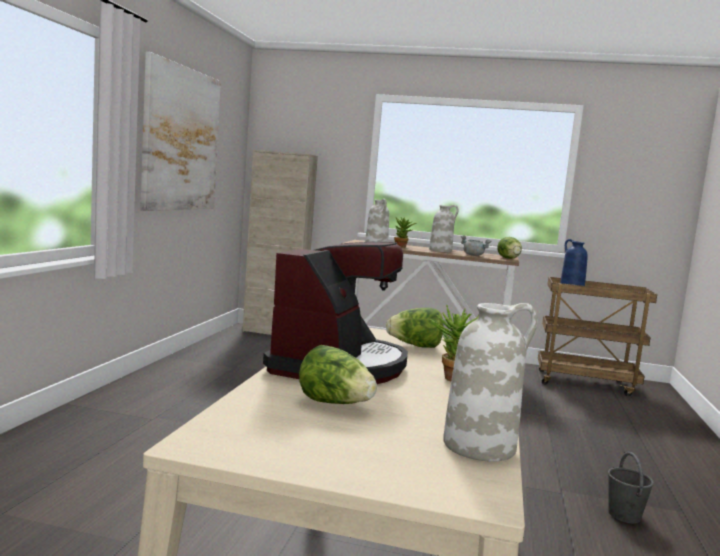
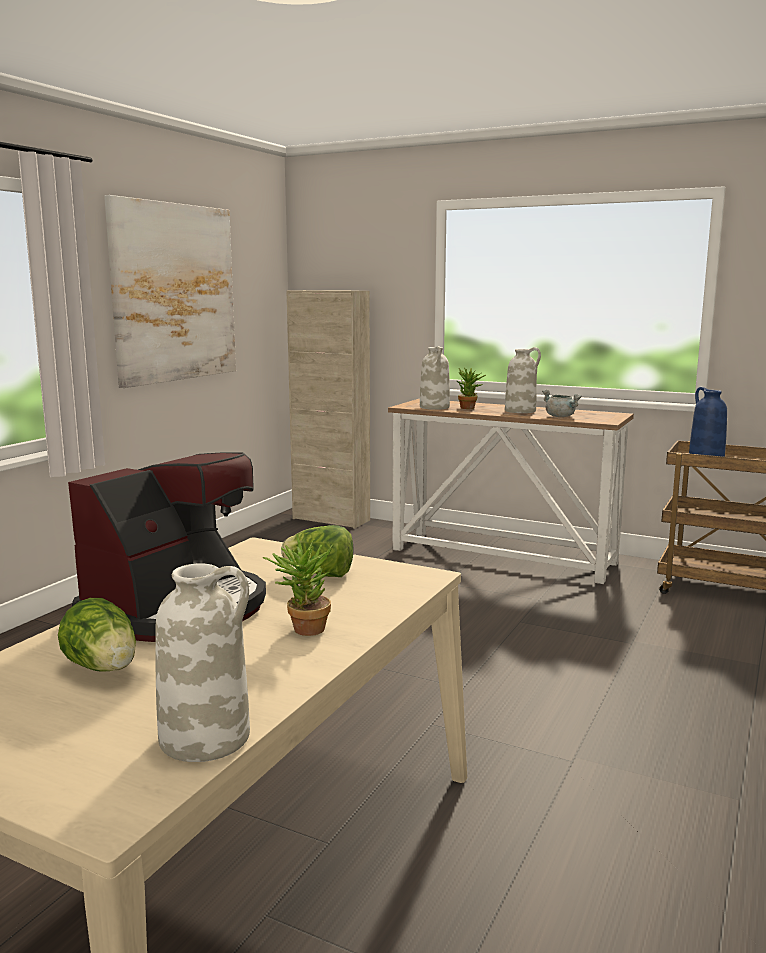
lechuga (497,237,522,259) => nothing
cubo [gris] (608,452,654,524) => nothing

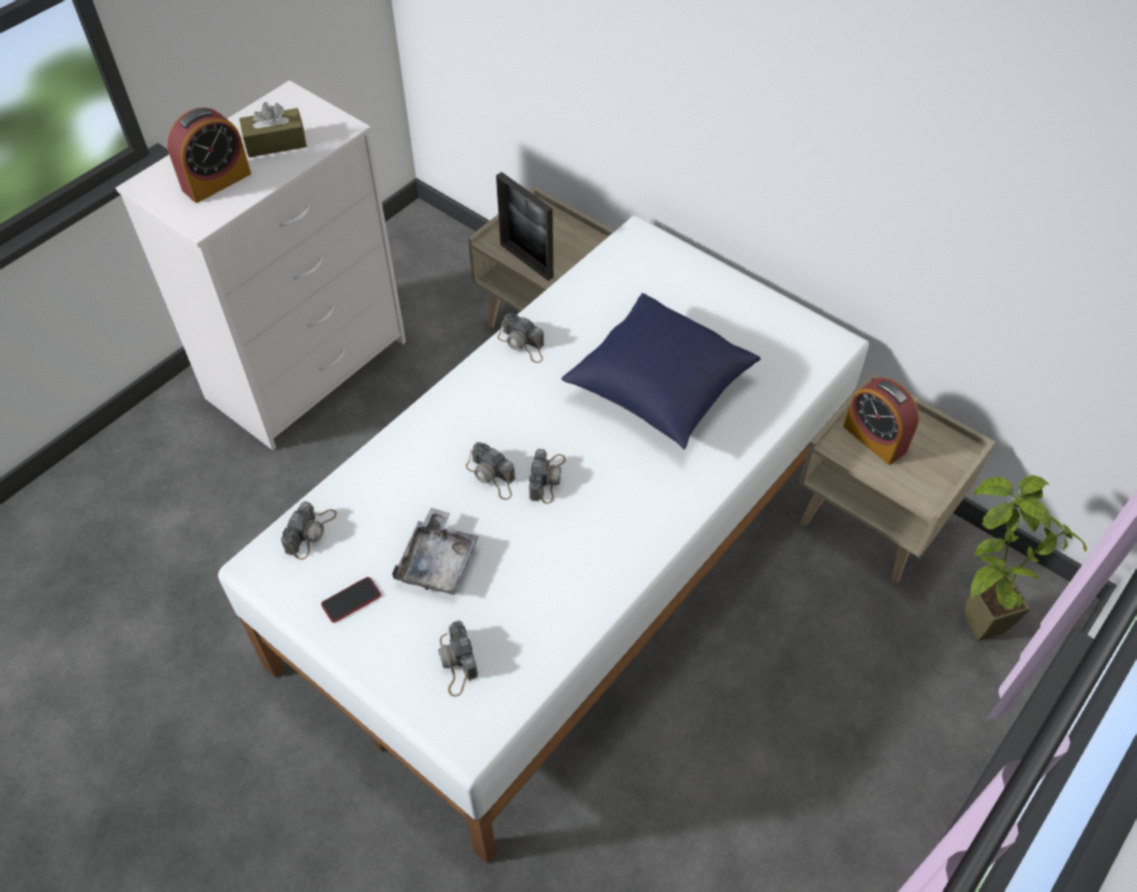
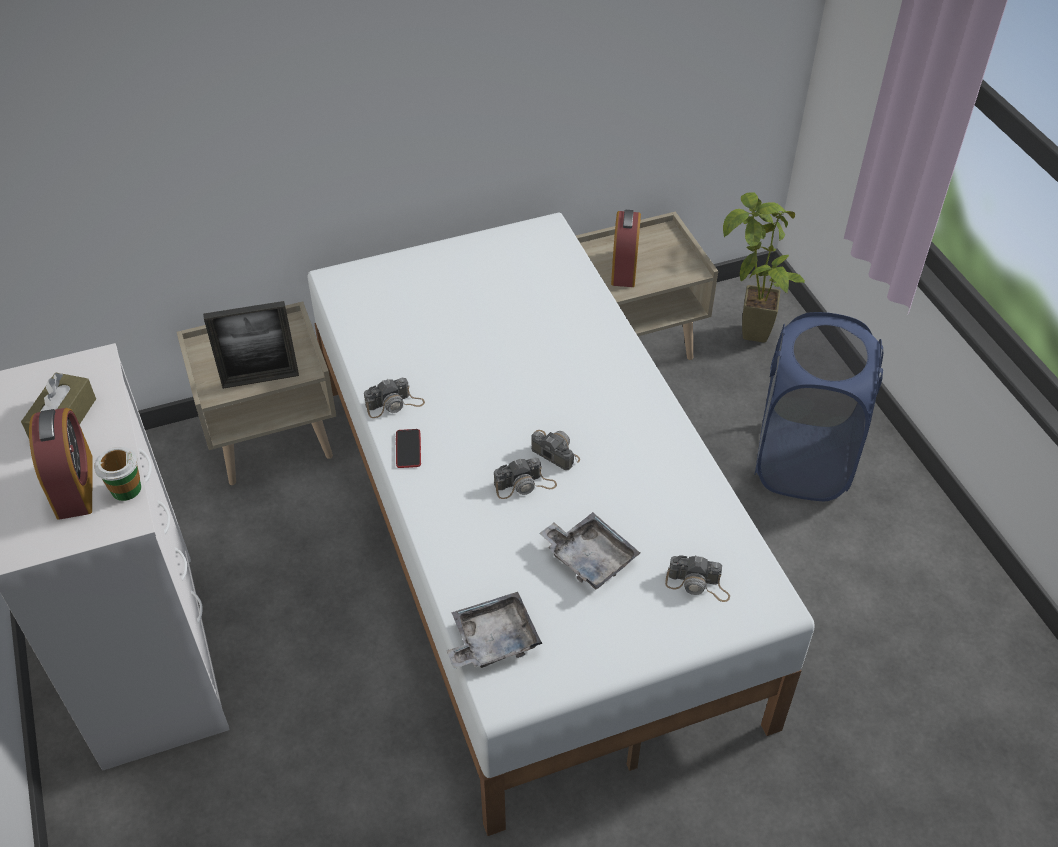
nothing => taza (94,447,141,501)
móvil (321,577,381,623) => móvil (396,429,421,468), shifted
cámara (281,501,337,560) => bandeja [gris] (447,592,542,669)
despertador (843,377,919,465) => despertador (611,210,641,287), 75 degrees counterclockwise
nothing => cesto de la ropa [azul] (755,312,883,501)
cojín [azul] (561,293,761,449) => nothing

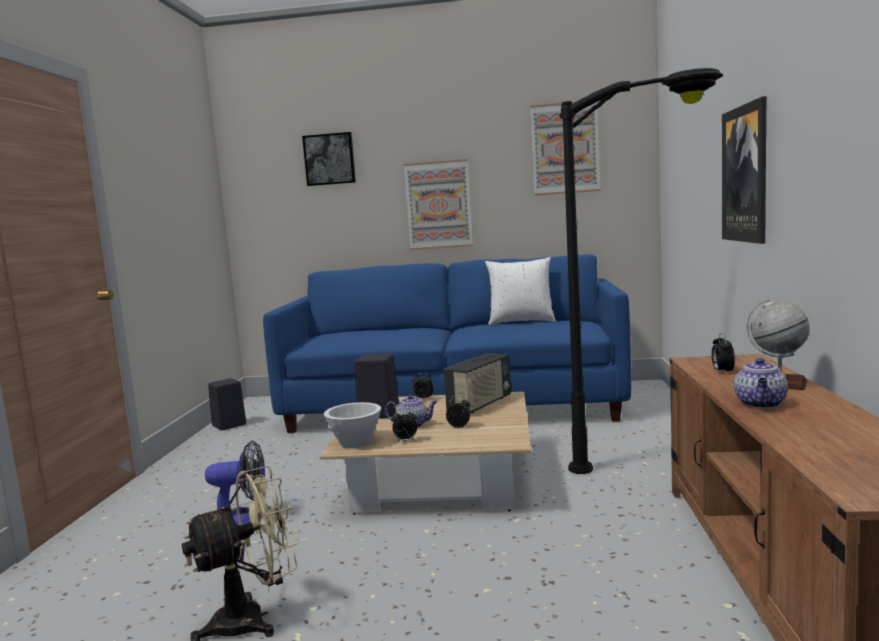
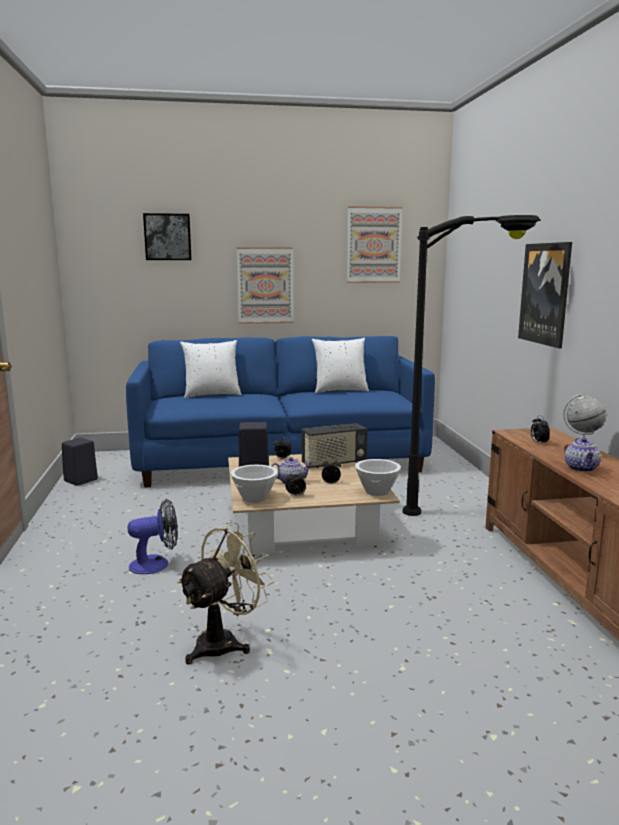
nothing => cojín [blanco] (180,340,241,398)
radio (444,353,511,413) => radio (302,423,368,468), 45 degrees clockwise
nothing => cuenco [blanco] (355,459,401,496)

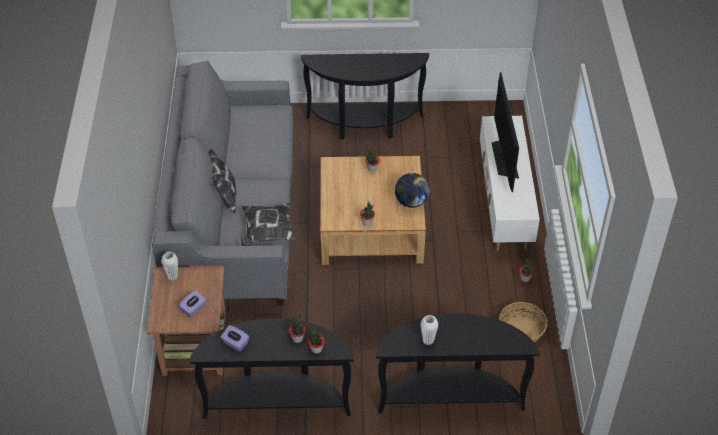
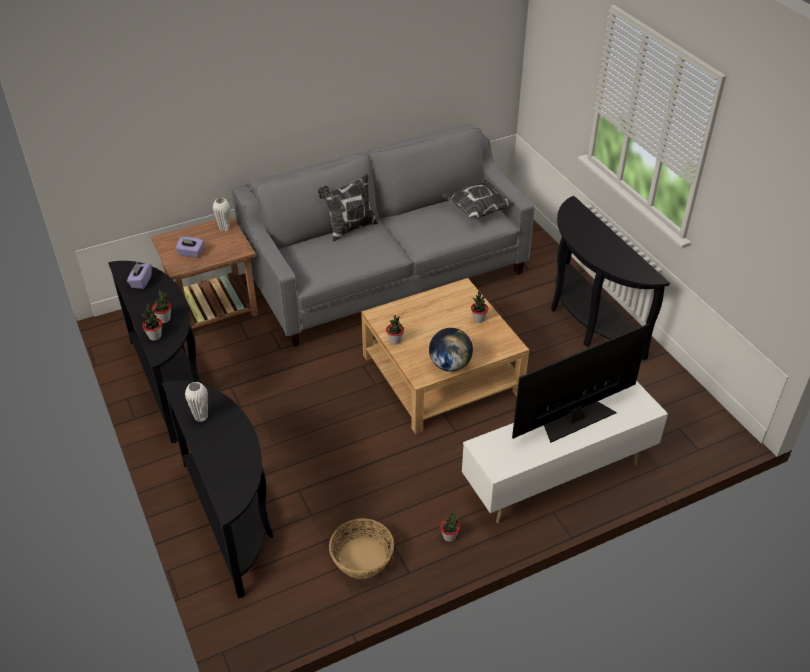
cojín (241,202,296,246) => cojín (440,180,514,221), shifted

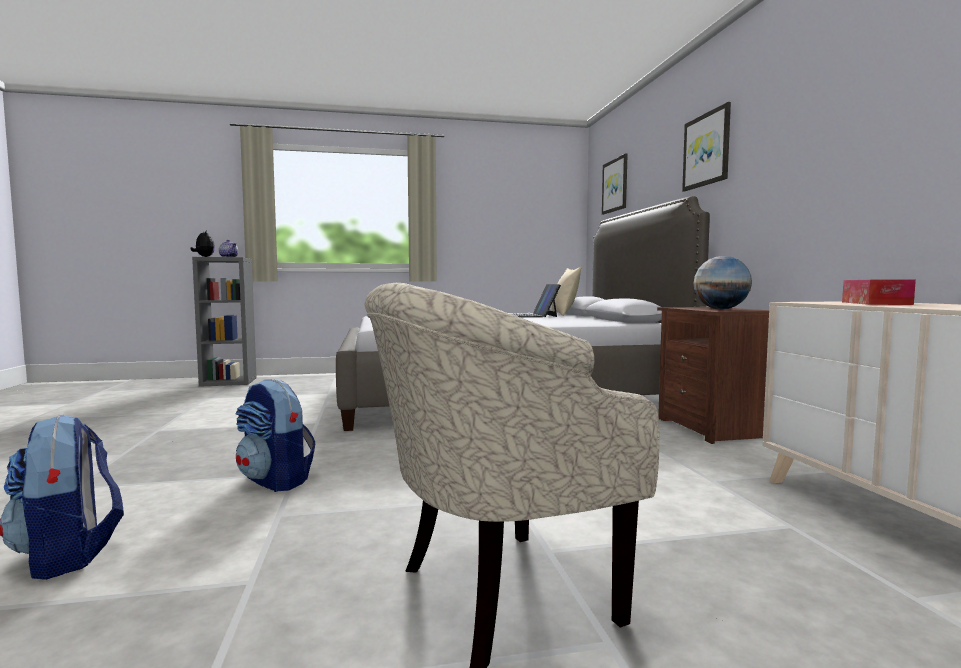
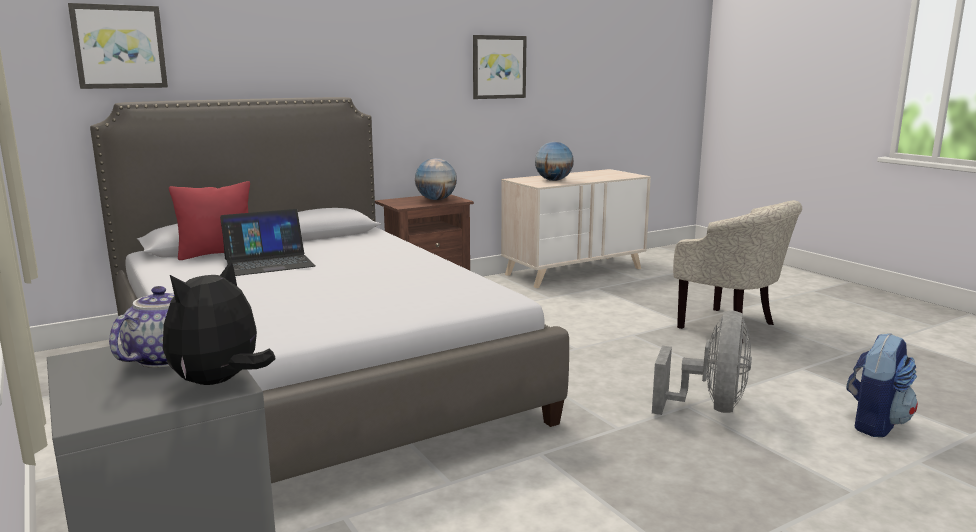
cojín [beis] (551,267,581,316) => cojín [rojo] (169,181,250,260)
cuadro (682,102,731,191) => cuadro (473,35,527,99), shifted
caja de pañuelos (842,280,916,305) => globo terráqueo (535,142,574,181)
mochila (235,379,315,492) => ventilador [gris] (652,311,752,415)

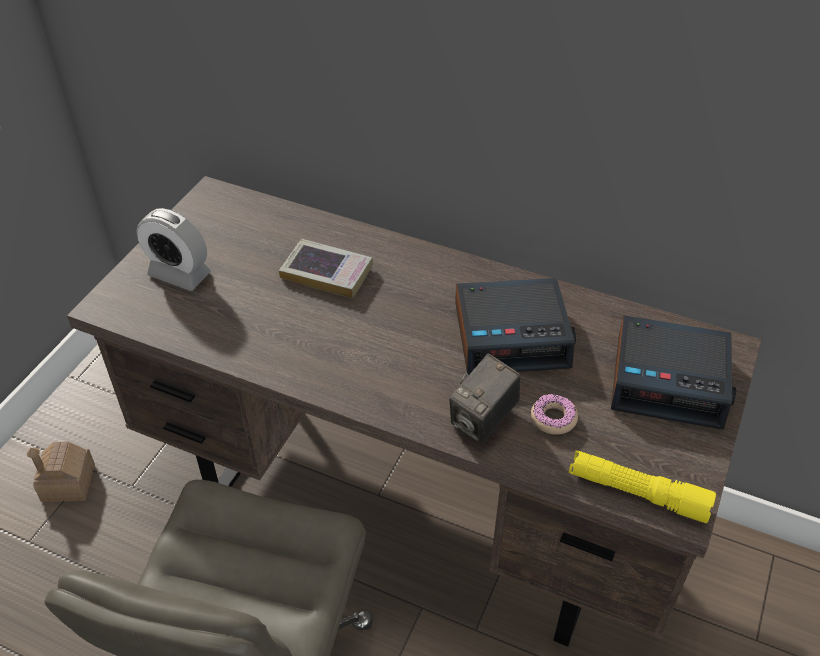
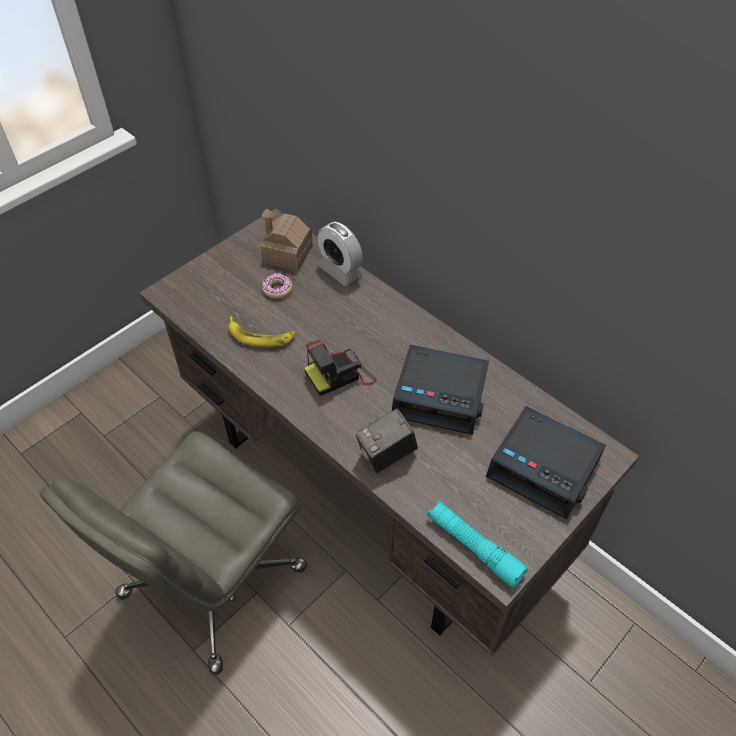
nothing => plátano (229,317,296,347)
casita (27,441,95,502) => casita (260,209,313,271), shifted
rosquilla (531,394,578,435) => rosquilla (262,273,293,299), shifted
nothing => cámara (304,340,377,396)
despertador (137,208,211,291) => despertador (317,222,363,286), shifted
linterna [amarillo] (569,450,716,523) => linterna [turquesa] (427,501,528,588)
libro (279,239,373,298) => nothing

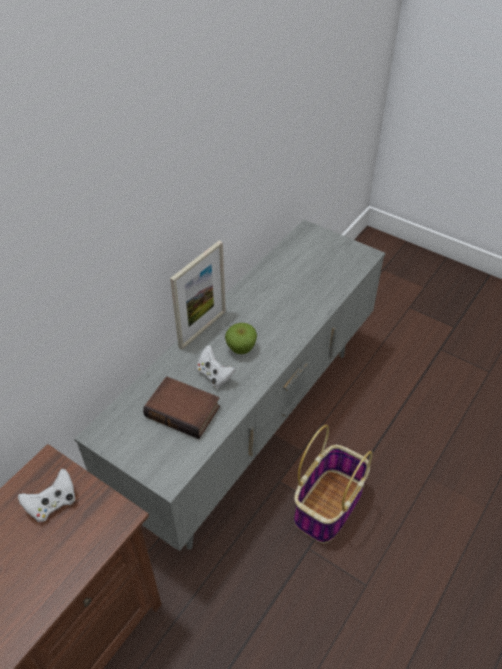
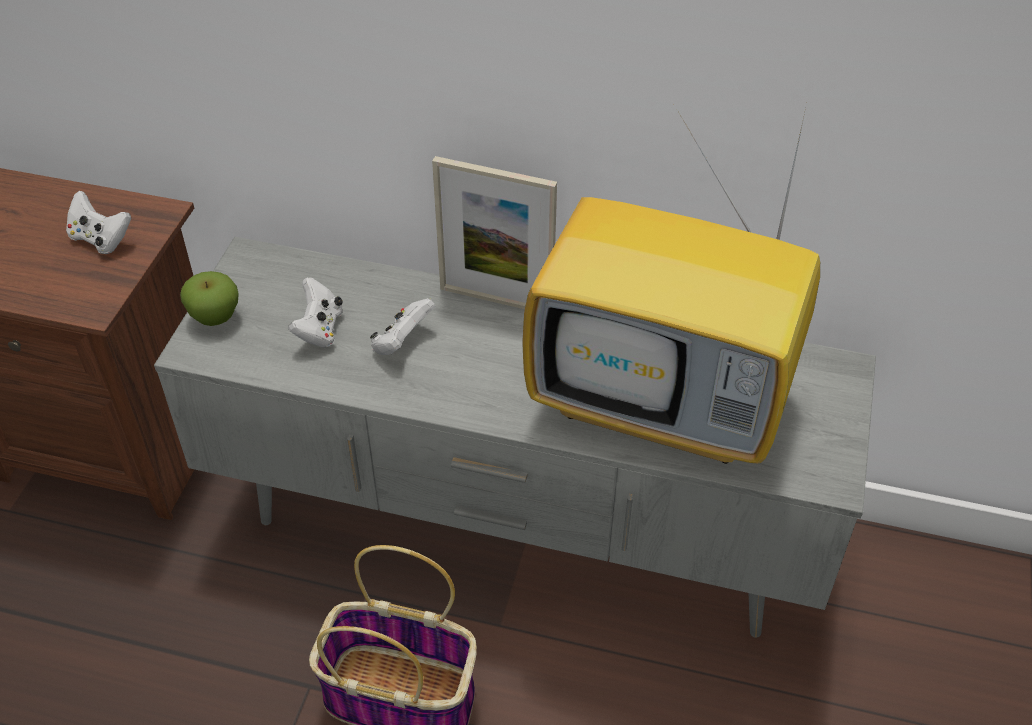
manzana (225,323,257,354) => manzana (180,271,239,326), shifted
libro (143,376,220,439) => mando de consola [blanco] (288,277,343,348)
nothing => televisor (522,108,820,464)

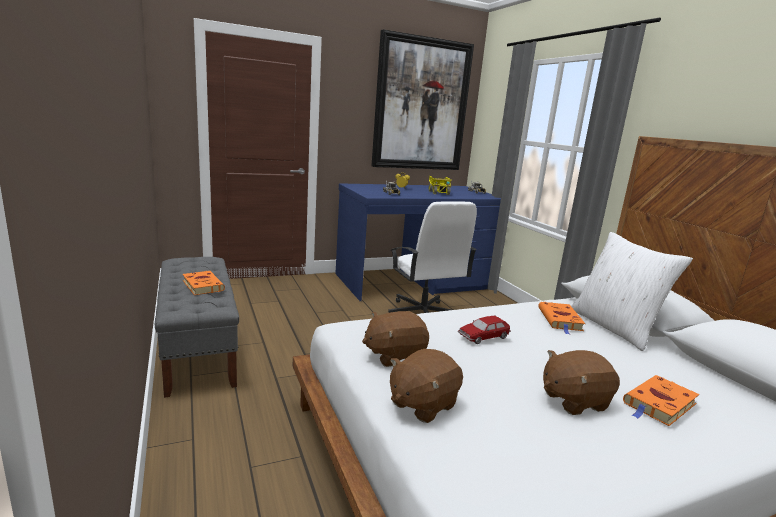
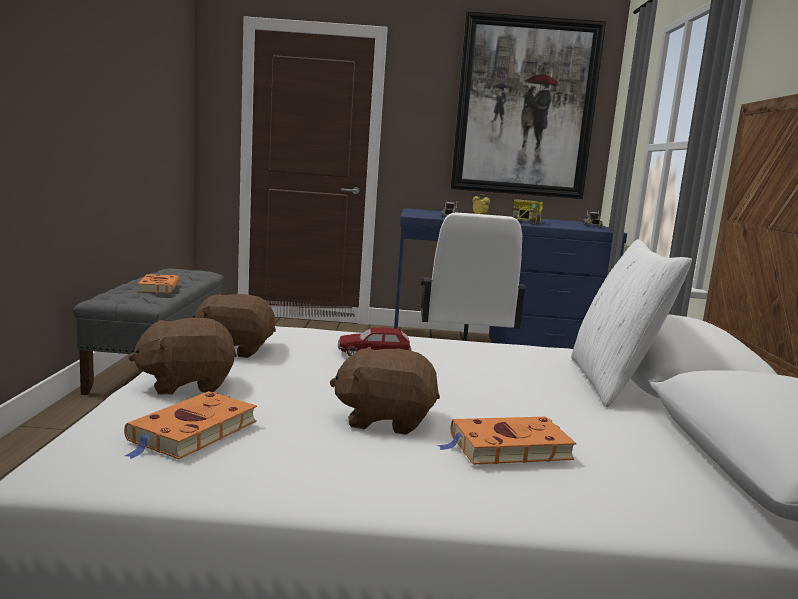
libro [naranja] (538,302,585,334) => libro [naranja] (124,391,257,459), shifted

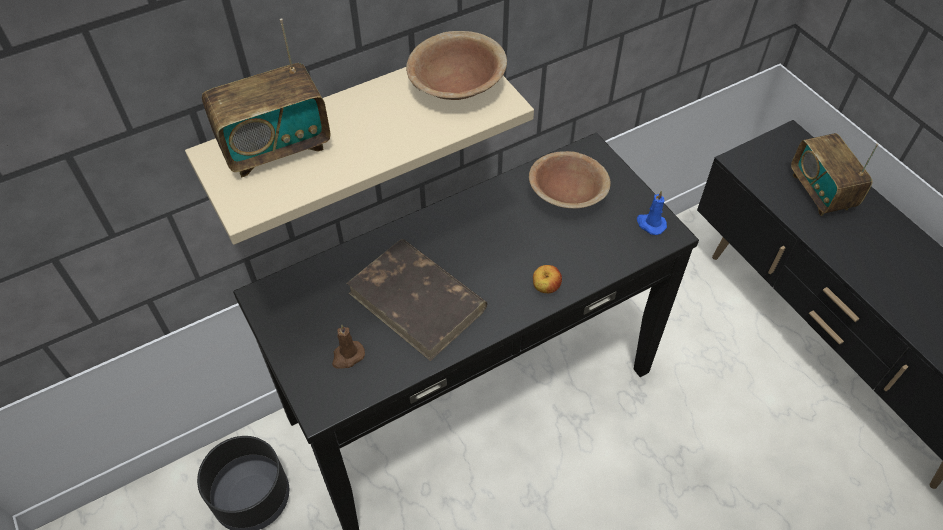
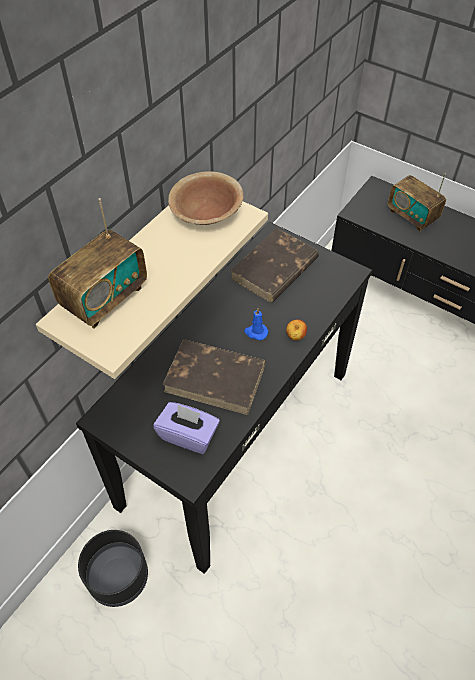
vela [marrón] (332,324,365,369) => caja de pañuelos [morado] (153,402,220,454)
cuenco [marrón] (529,151,611,209) => libro [marrón] (230,228,319,303)
vela [azul] (637,191,667,235) => vela [azul] (244,308,268,340), shifted

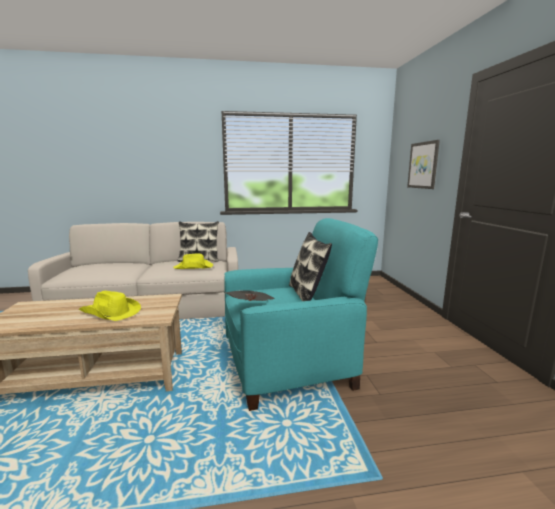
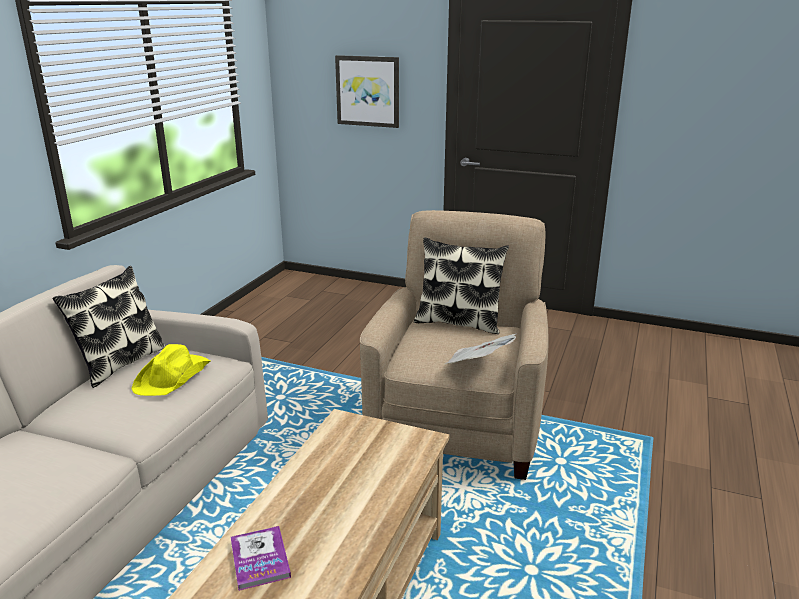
nothing => libro (231,526,291,591)
sillón [turquesa] (224,218,378,411) => sillón [beis] (360,210,548,480)
sombrero [amarillo] (78,291,141,321) => nothing

